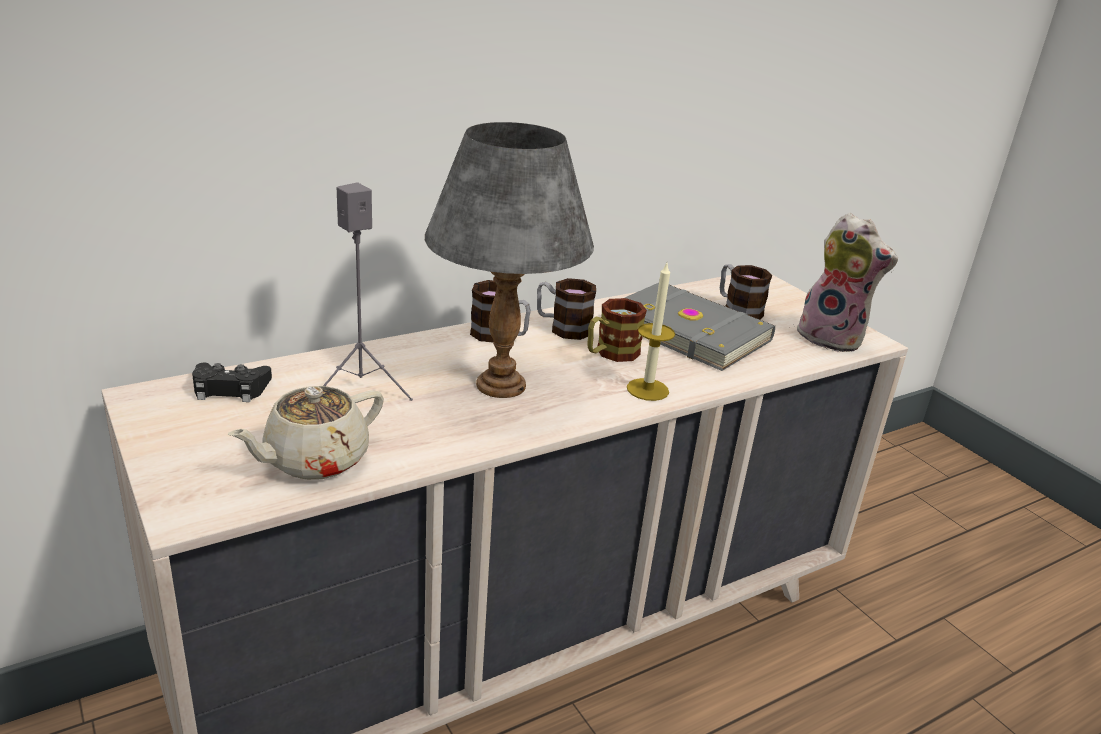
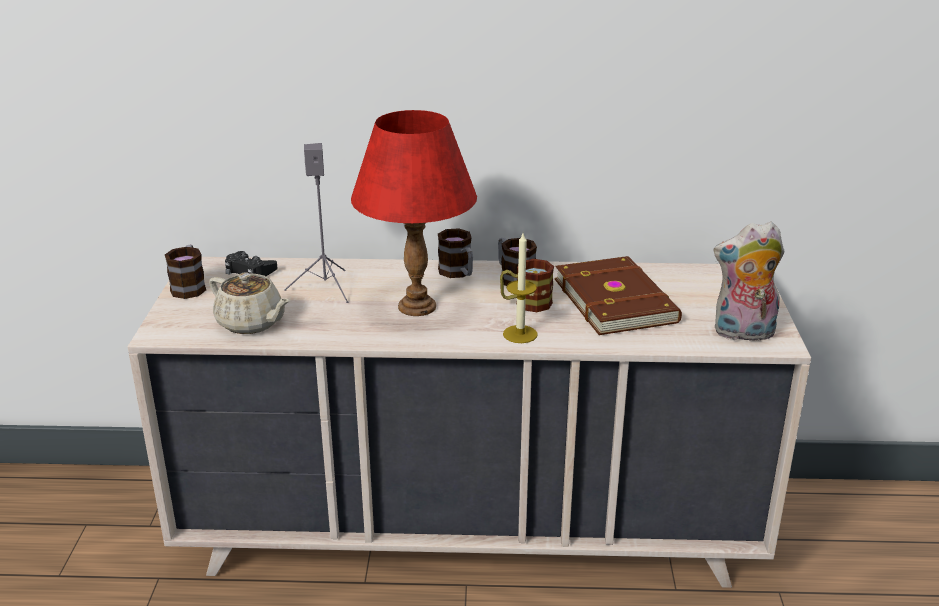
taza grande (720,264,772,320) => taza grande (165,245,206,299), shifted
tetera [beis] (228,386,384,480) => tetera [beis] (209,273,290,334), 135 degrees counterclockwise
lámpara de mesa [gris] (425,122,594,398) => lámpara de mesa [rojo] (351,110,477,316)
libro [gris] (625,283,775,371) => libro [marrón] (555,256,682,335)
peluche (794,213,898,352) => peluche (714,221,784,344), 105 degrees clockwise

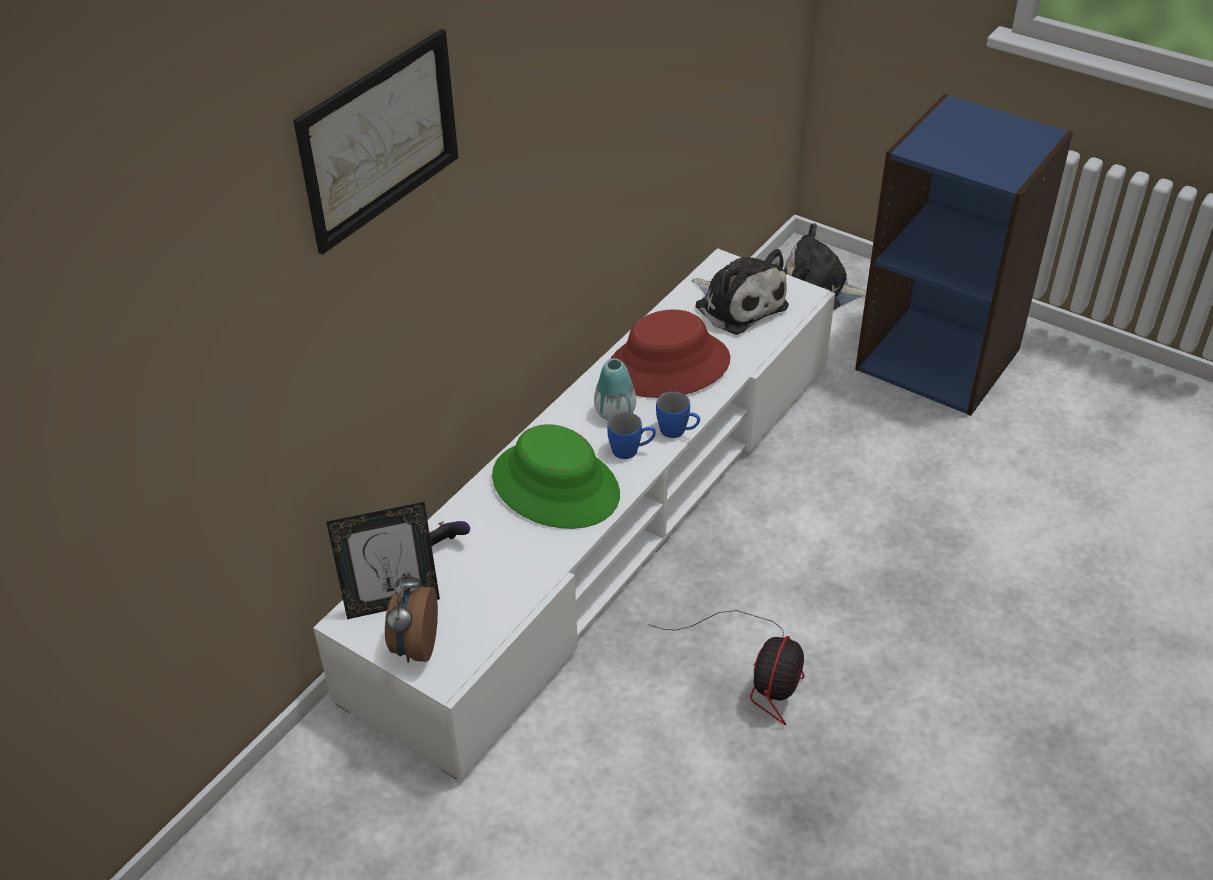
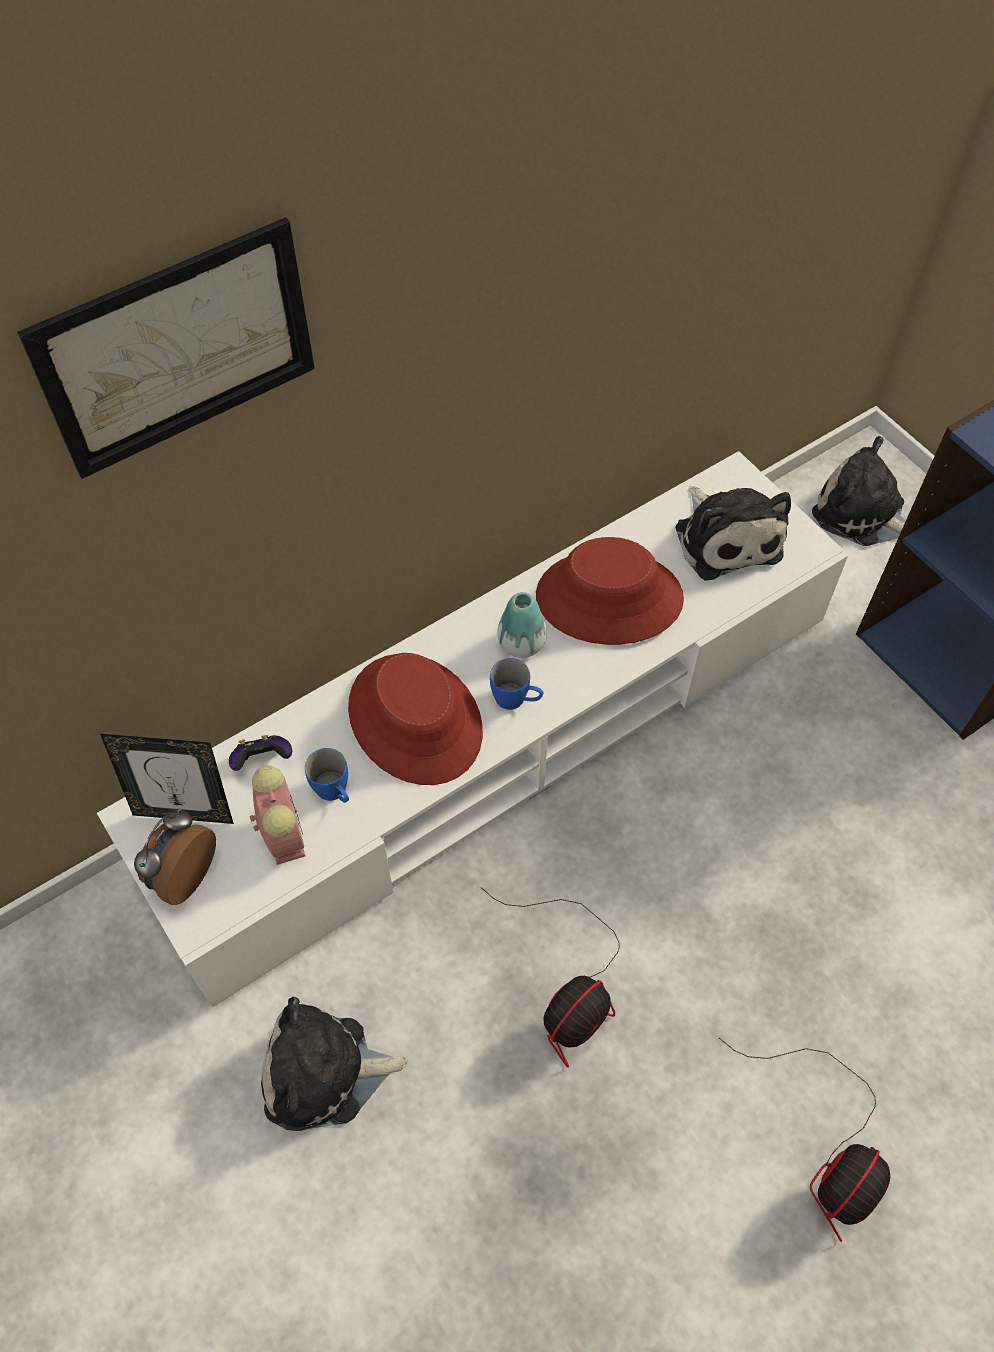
nothing => despertador (250,766,305,865)
nothing => peluche (261,997,408,1131)
taza grande [azul] (656,391,700,438) => taza grande [azul] (305,748,349,803), shifted
sombrero [verde] (492,424,620,529) => sombrero [rojo] (348,653,483,785)
nothing => ventilador (719,1038,890,1242)

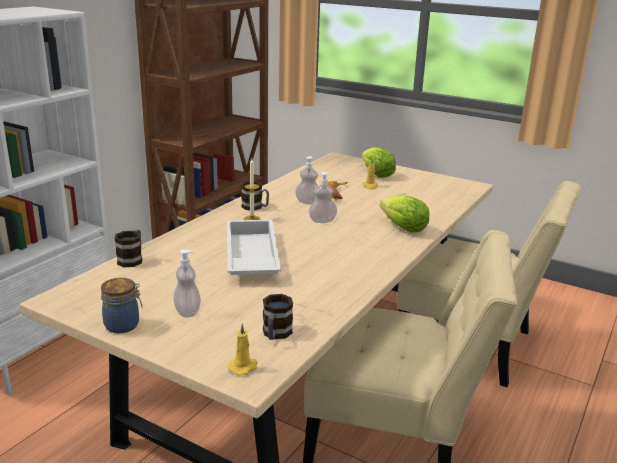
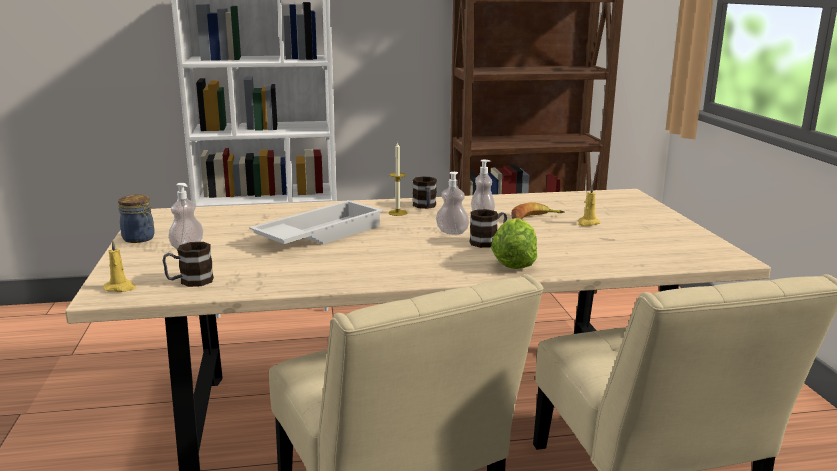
taza grande (115,230,142,267) => taza grande (470,209,507,248), shifted
lechuga (362,147,396,178) => nothing

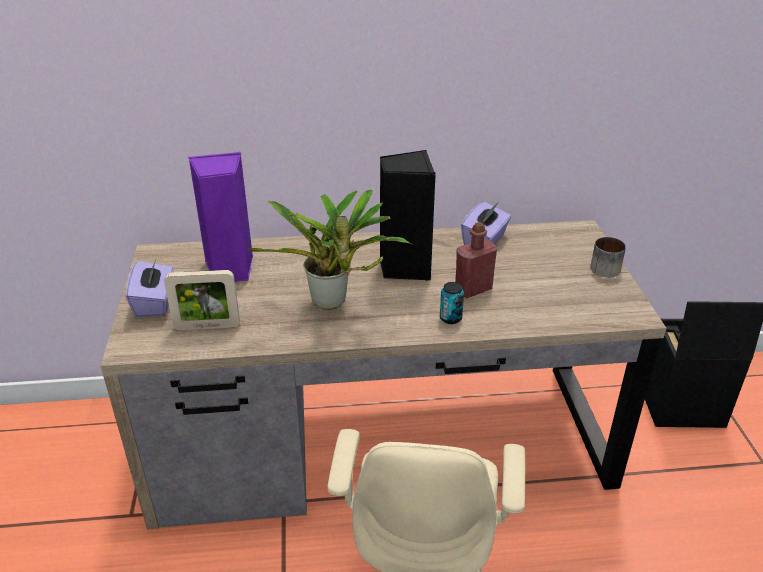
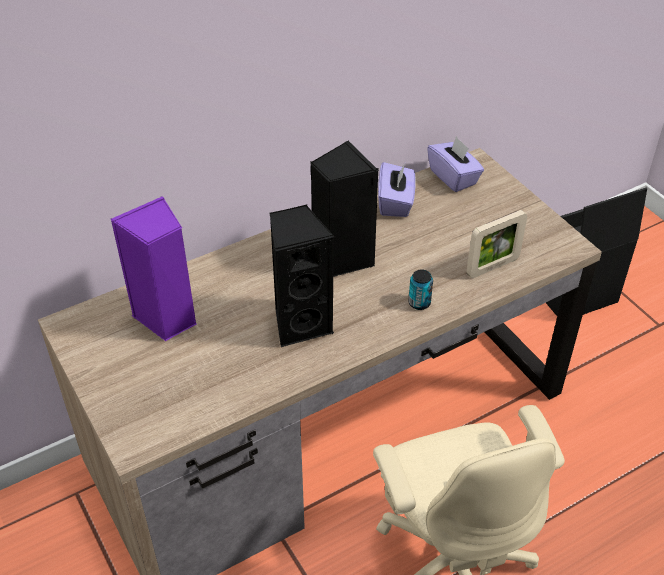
planta en maceta (248,189,412,310) => altavoz [negro] (270,205,334,347)
caja de pañuelos [morado] (126,259,173,317) => caja de pañuelos [morado] (427,136,484,192), shifted
portarretratos (164,270,240,330) => portarretratos (466,210,527,278), shifted
botella [rojo] (455,222,497,298) => nothing
taza grande (590,237,626,277) => nothing

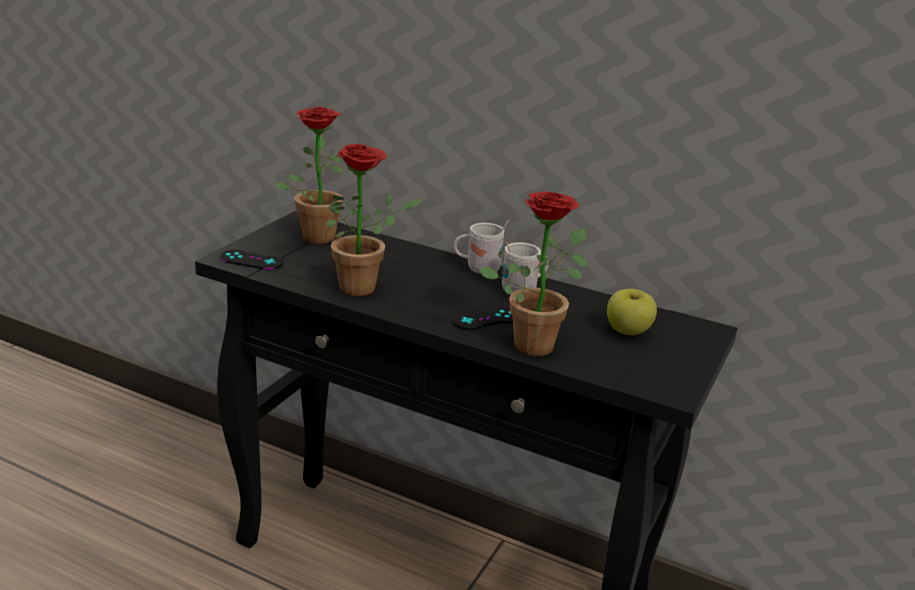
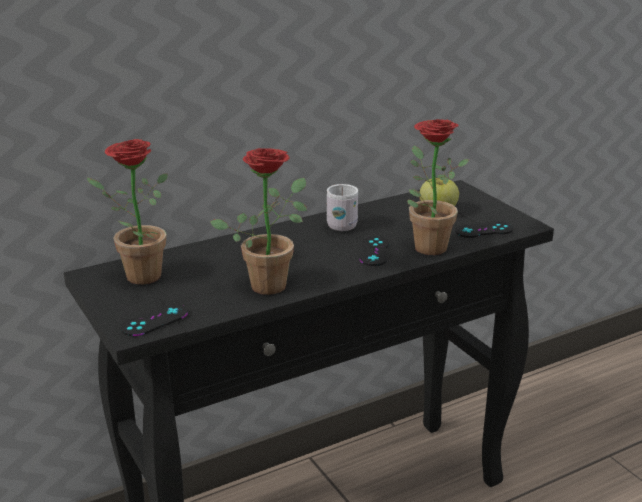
nothing => mando de consola [negro] (455,222,513,238)
taza grande [blanco] (453,220,509,274) => nothing

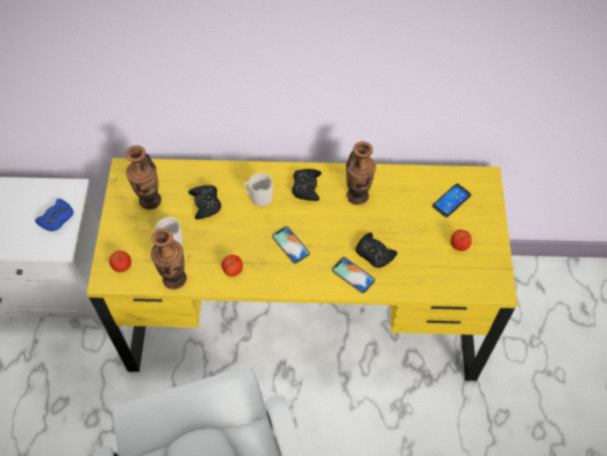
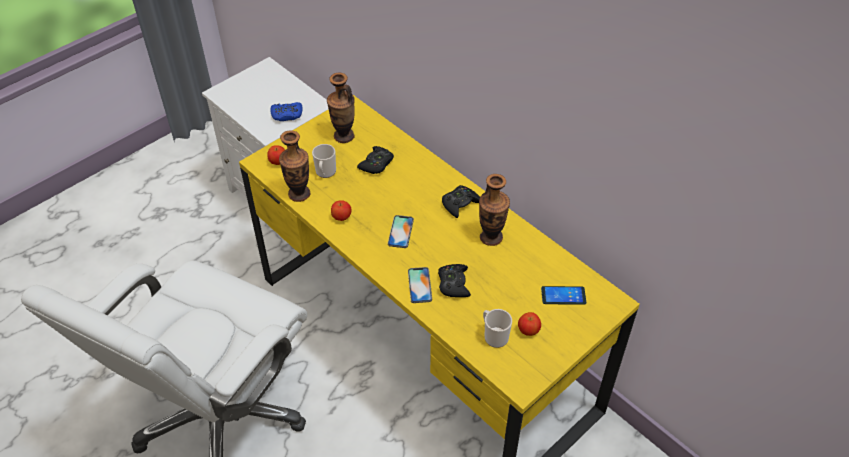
taza grande (243,173,273,207) => taza grande (483,309,512,348), shifted

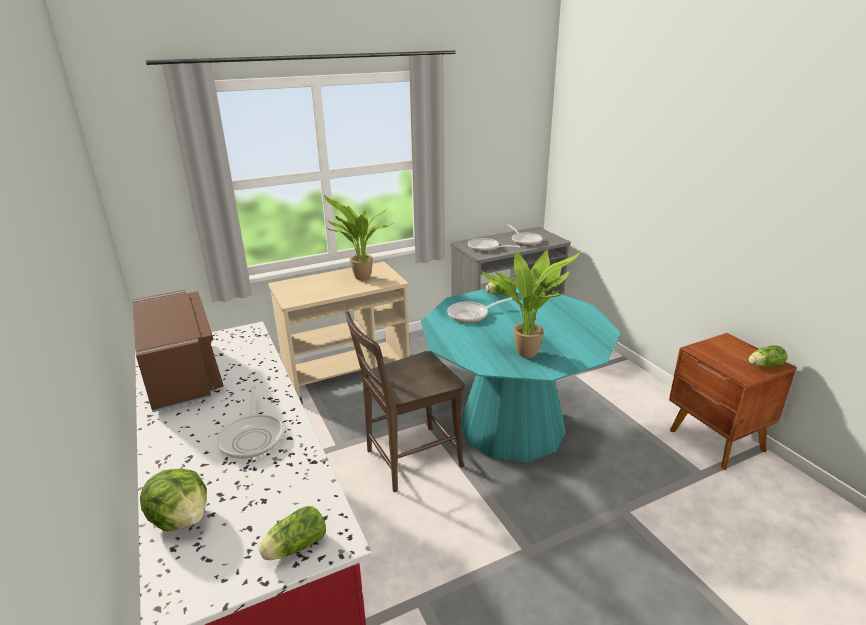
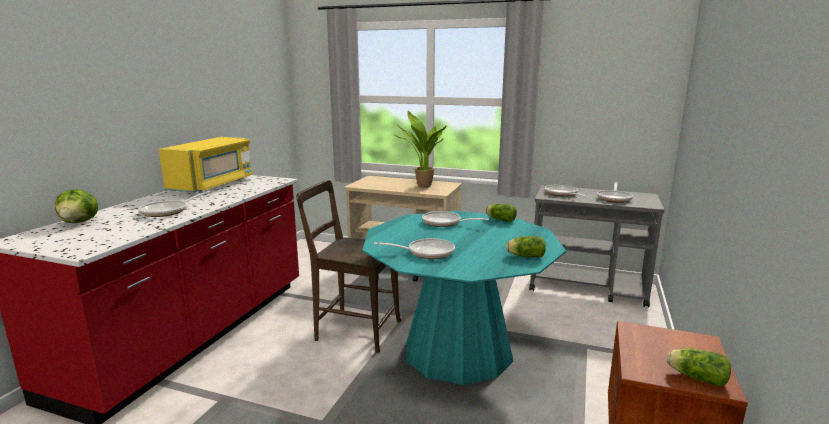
microondas [marrón] (132,290,224,412) => microondas [amarillo] (159,137,253,193)
planta en maceta (482,251,580,358) => sartén (374,238,455,259)
lechuga (259,506,326,560) => lechuga (506,236,546,258), shifted

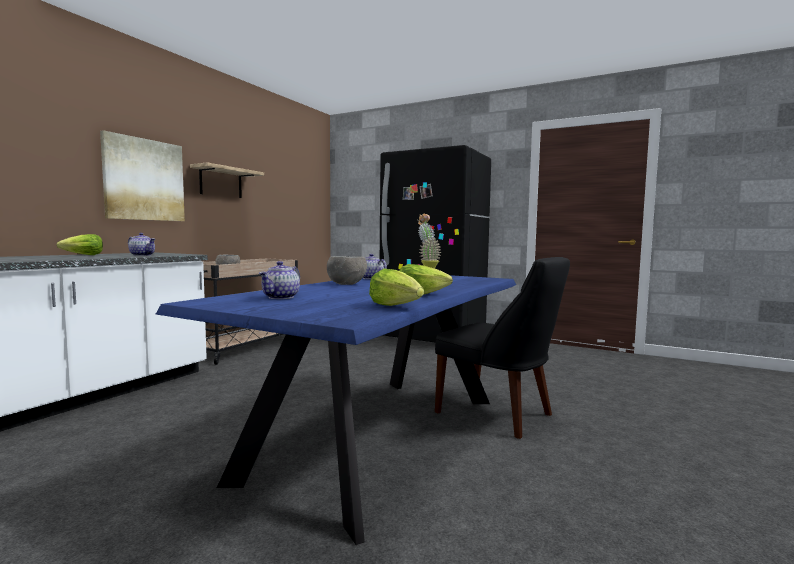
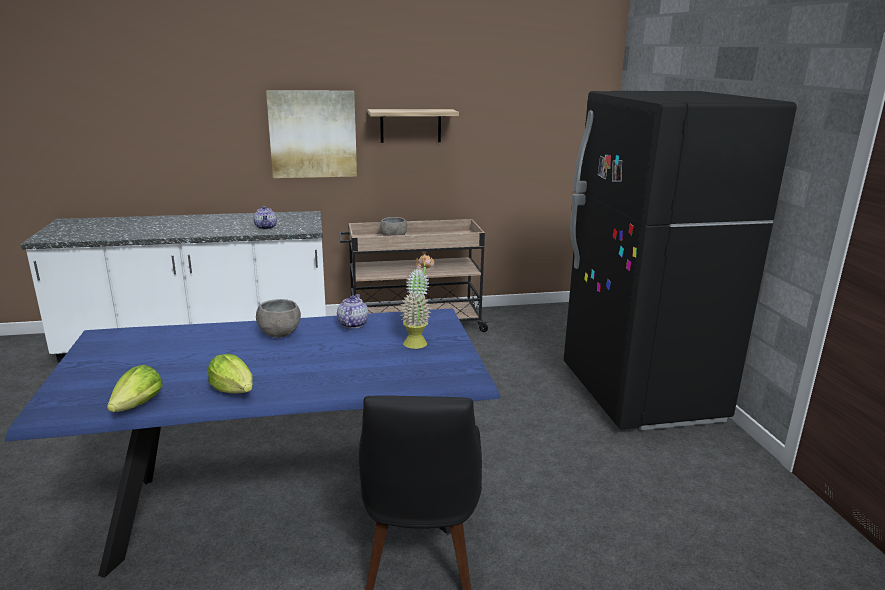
lechuga (57,234,103,255) => nothing
tetera (259,261,300,299) => nothing

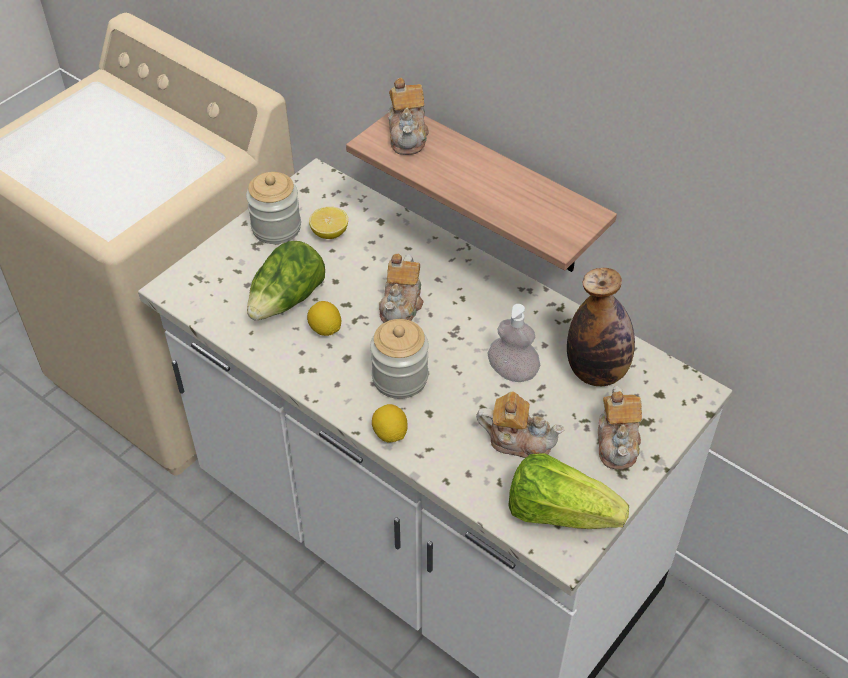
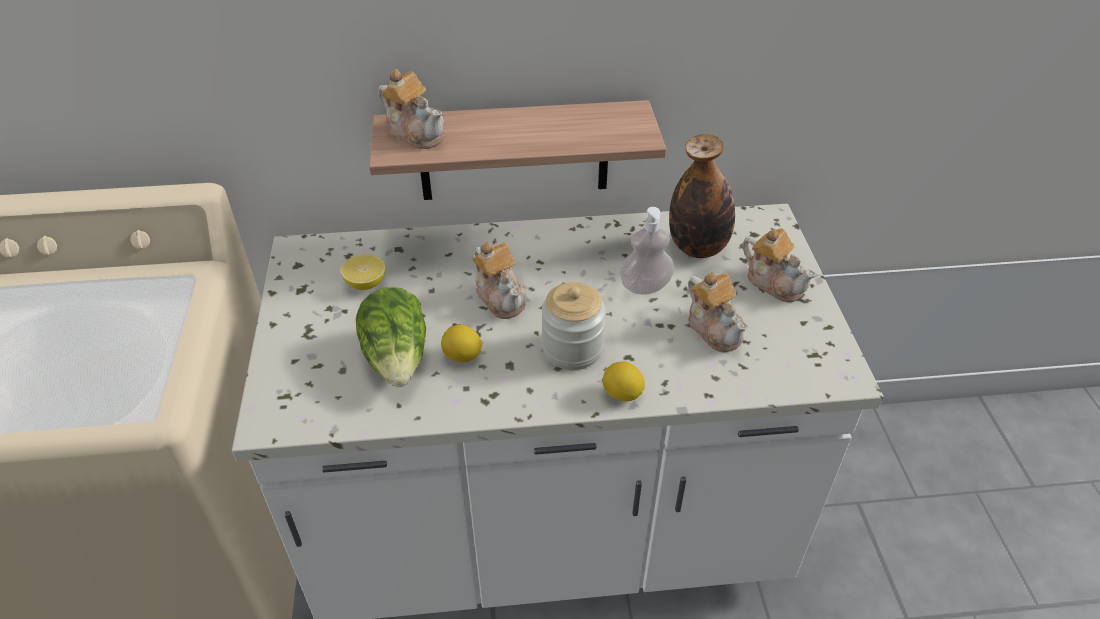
tetera (476,392,564,458) => tetera (688,272,748,352), 90 degrees clockwise
tarro (246,172,301,244) => nothing
lechuga (508,453,629,529) => nothing

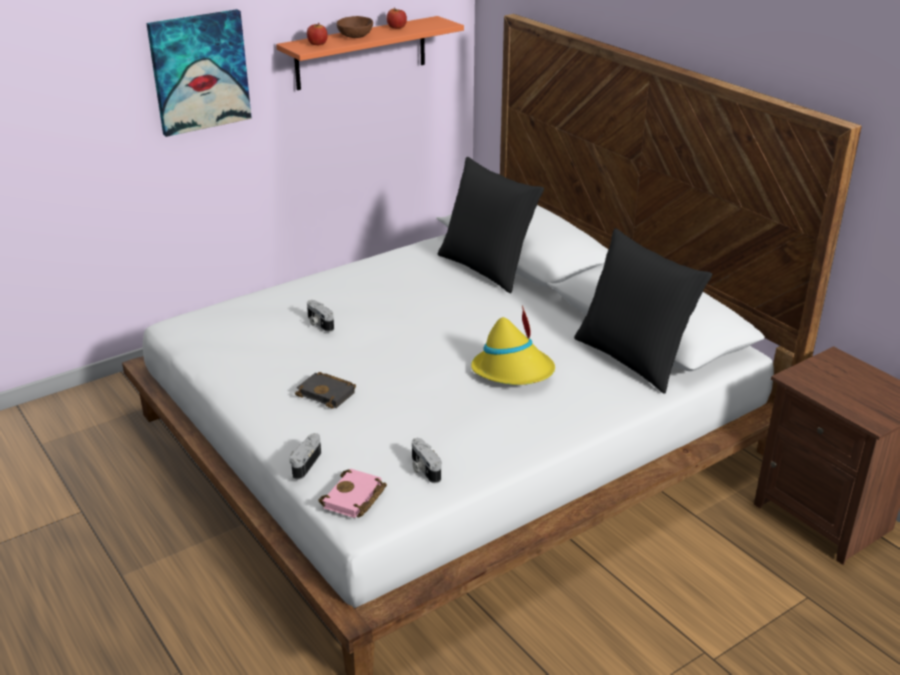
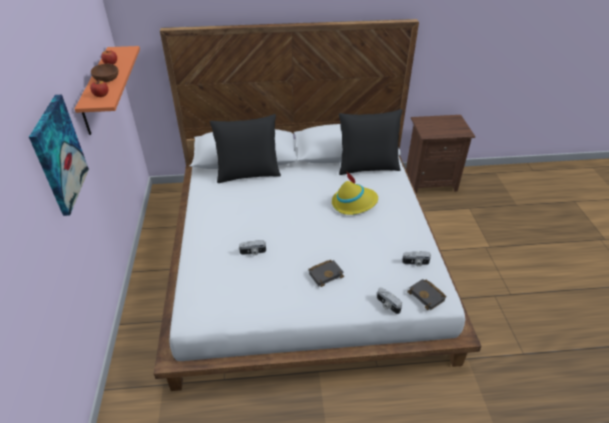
libro [rosa] (318,469,387,518) => libro [negro] (407,279,446,310)

